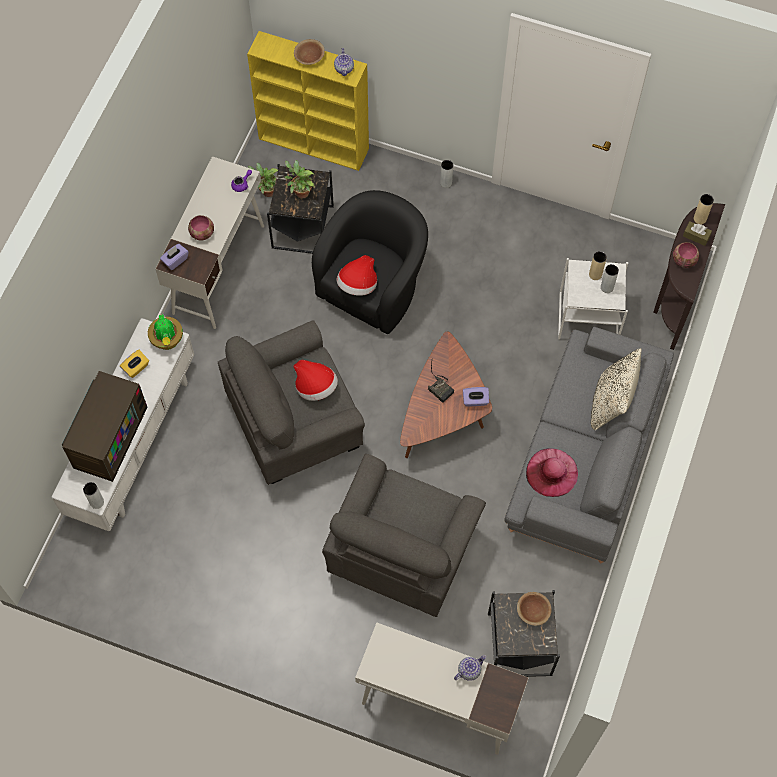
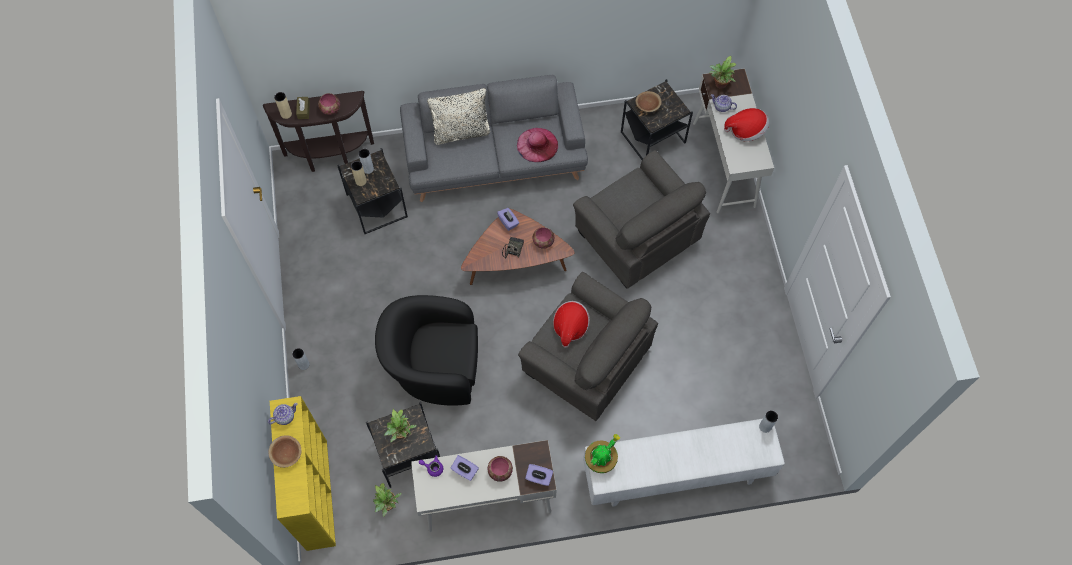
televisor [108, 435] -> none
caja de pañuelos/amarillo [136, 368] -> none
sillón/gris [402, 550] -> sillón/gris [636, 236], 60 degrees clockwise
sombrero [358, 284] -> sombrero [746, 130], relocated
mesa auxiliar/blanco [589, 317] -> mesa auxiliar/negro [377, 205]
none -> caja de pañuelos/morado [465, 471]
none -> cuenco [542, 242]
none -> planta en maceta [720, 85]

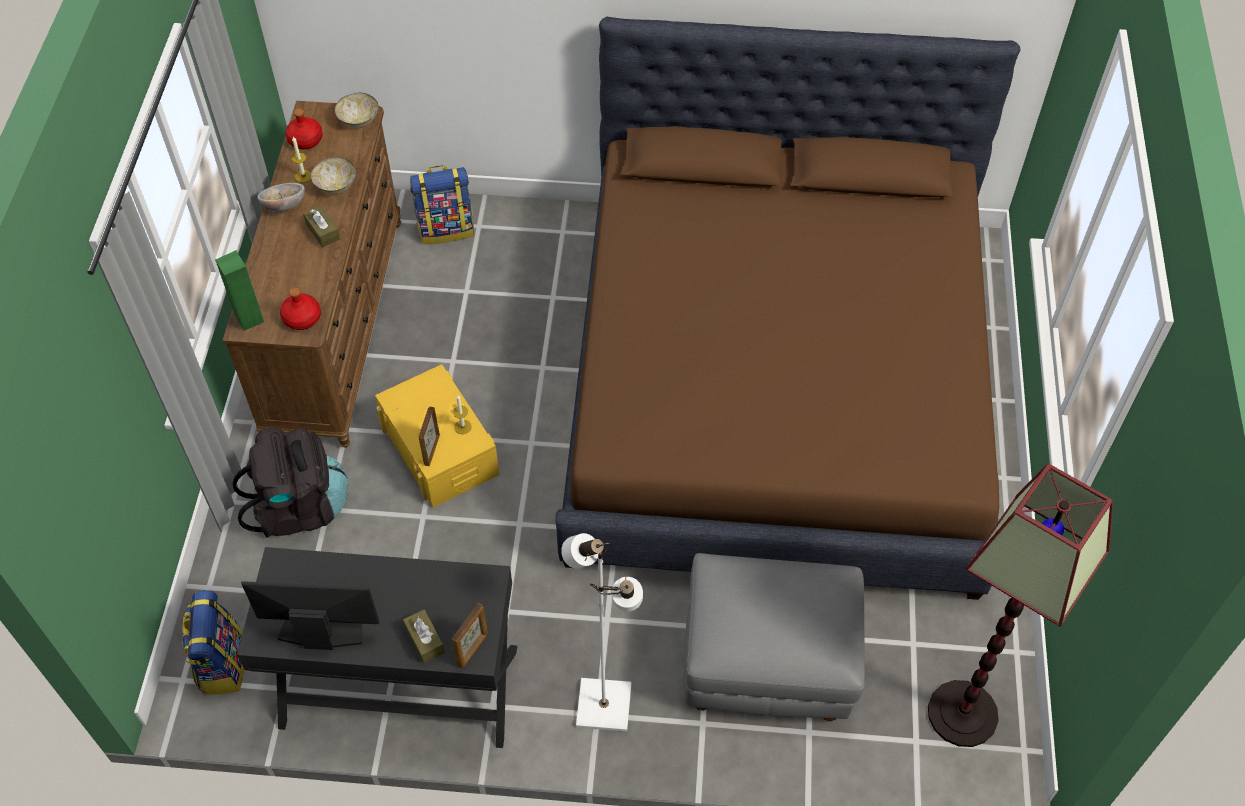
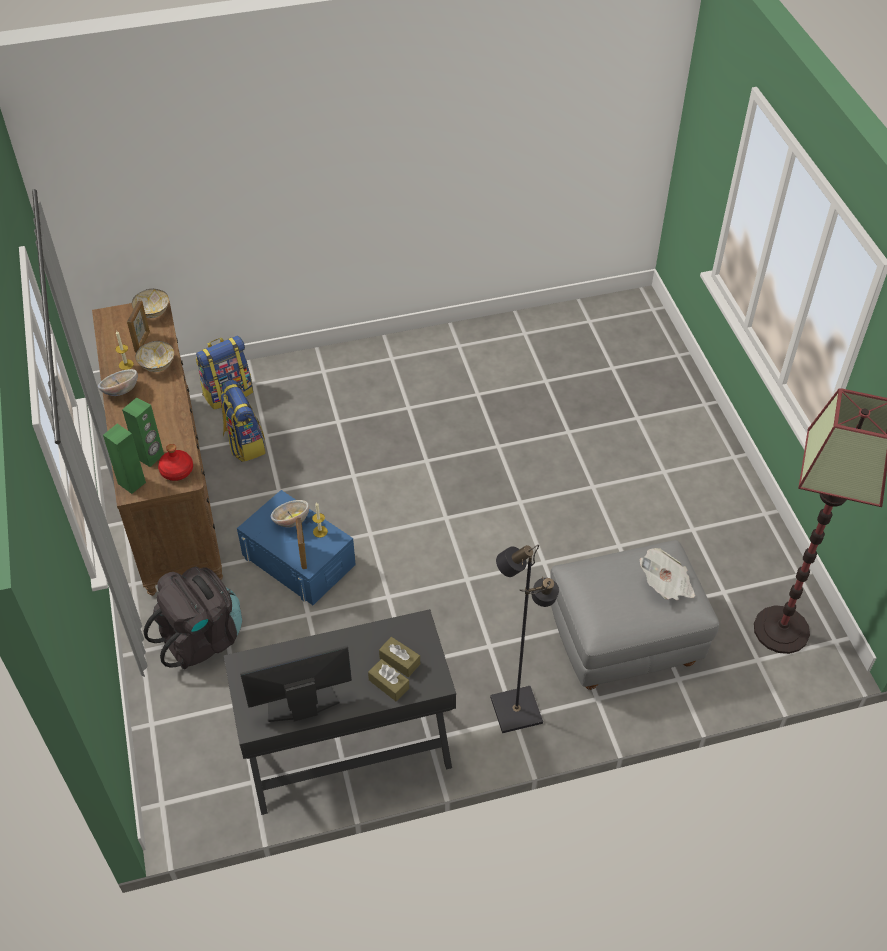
mochila [221, 663] -> mochila [244, 443], relocated
botella/rojo [306, 140] -> none
caja de pañuelos/marrón [323, 231] -> caja de pañuelos/marrón [399, 661], relocated
caja de almacenaje/amarillo [440, 449] -> caja de almacenaje/azul [298, 560]
portarretratos [473, 649] -> portarretratos [142, 342], relocated
cama/marrón [776, 385] -> none
lámpara de pie/blanco [604, 705] -> lámpara de pie/negro [516, 710]
none -> altavoz/verde [150, 457]
none -> cuenco [291, 521]
none -> periódico [666, 585]

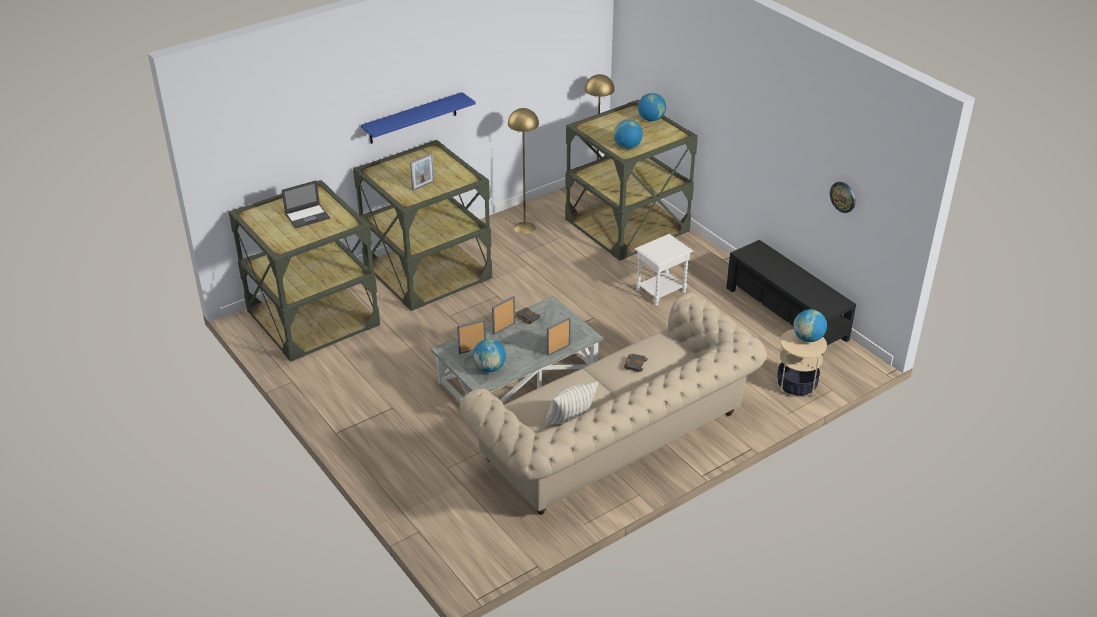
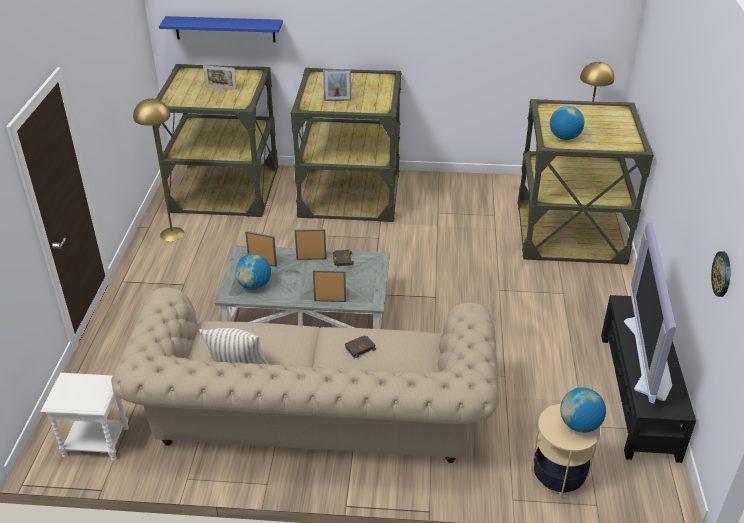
portátil [308, 216] -> portarretratos [221, 88]
estante/azul [413, 118] -> estante/azul [225, 29], relocated
lámpara de pie/amarillo [524, 227] -> lámpara de pie/amarillo [172, 234], relocated
mesa auxiliar/blanco [661, 291] -> mesa auxiliar/blanco [95, 442], relocated
globo terráqueo [651, 119] -> none
none -> televisor [648, 356]

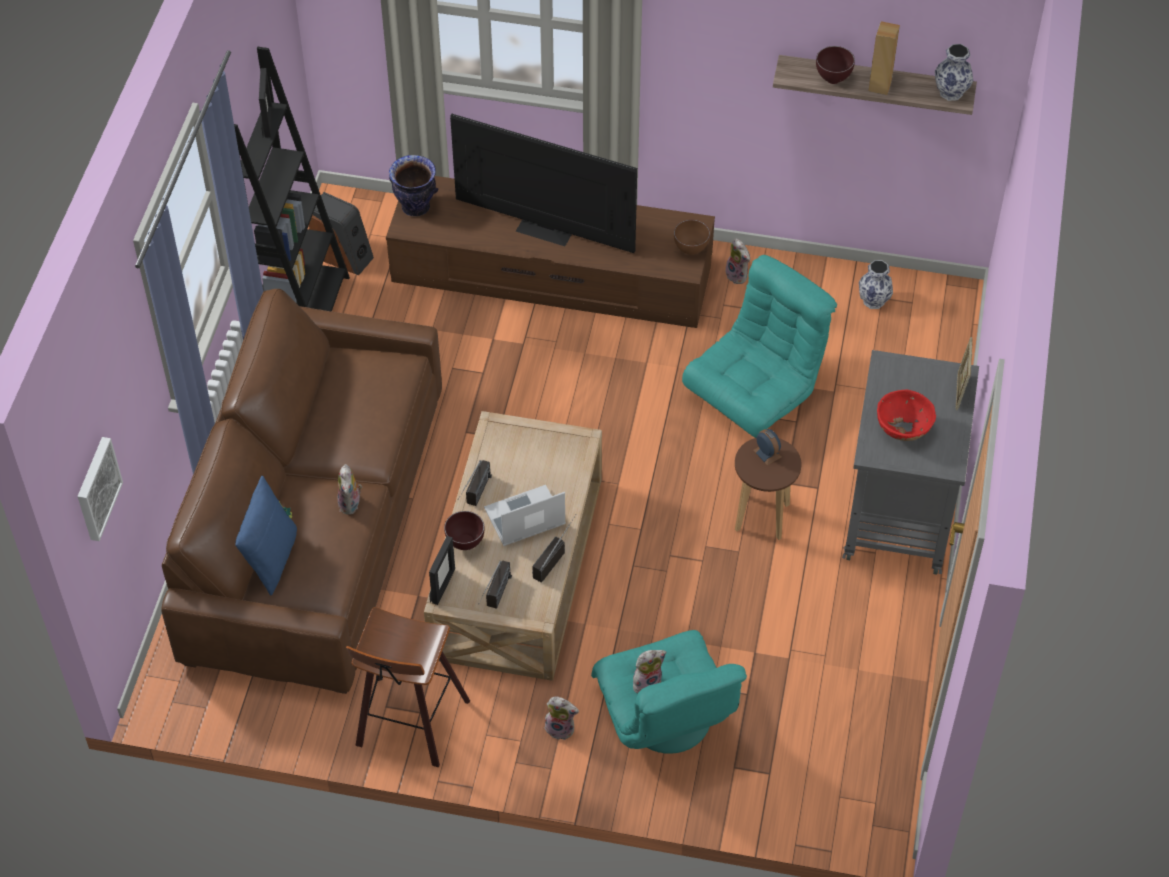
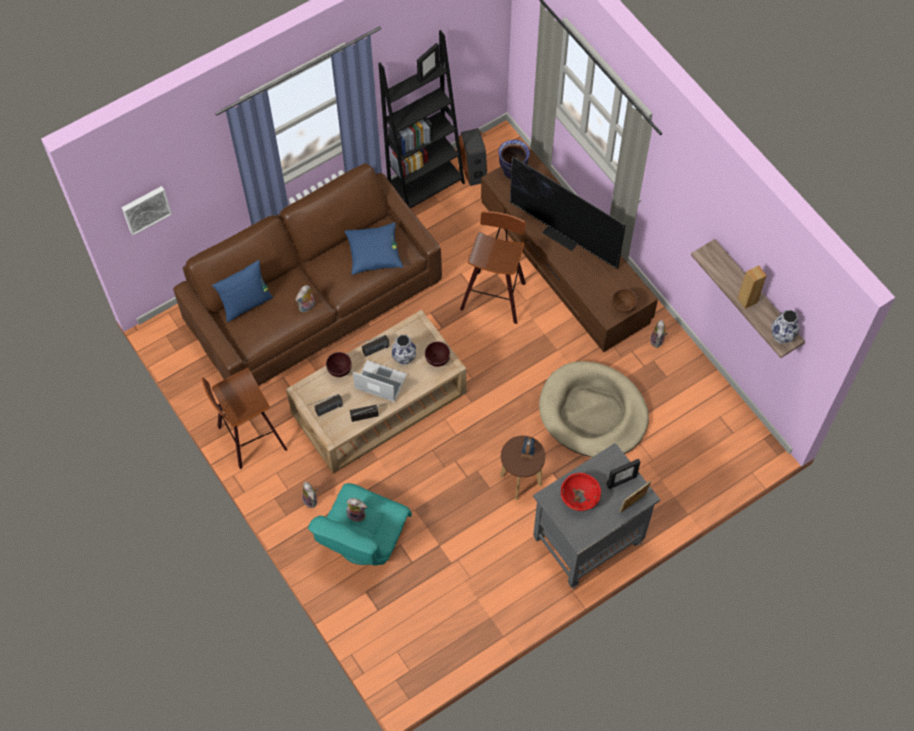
portarretratos [442, 585] -> portarretratos [621, 480], relocated
televisor [544, 228] -> televisor [563, 235], 150 degrees clockwise
sillón/turquesa [755, 393] -> cama para perro/beis [593, 412]
cuenco/marrón [834, 79] -> cuenco/marrón [438, 361], relocated
florero [873, 301] -> florero [404, 357], relocated
none -> cojín/azul [374, 254]
none -> taburete [494, 295]

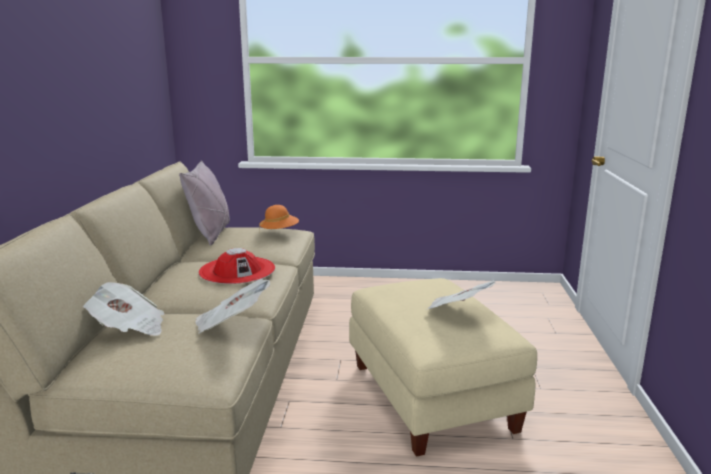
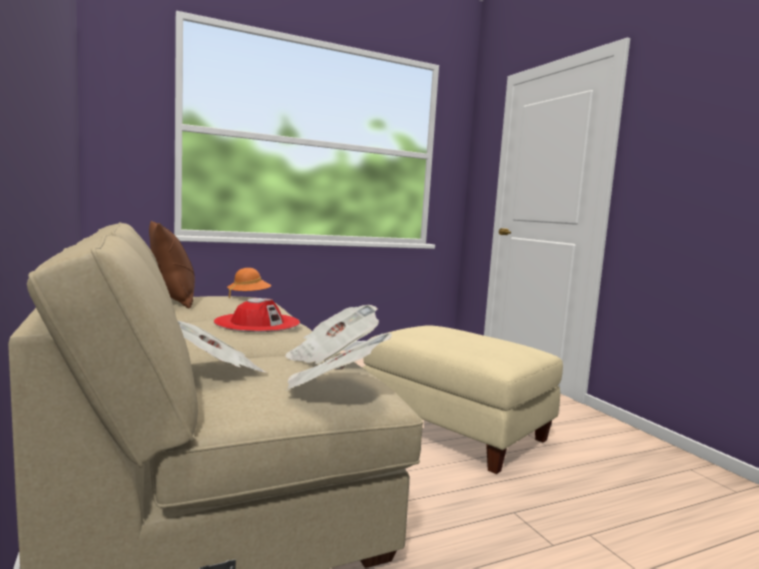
cojín/morado [211, 234] -> cojín/marrón [172, 301]
periódico [458, 312] -> periódico [333, 389], relocated

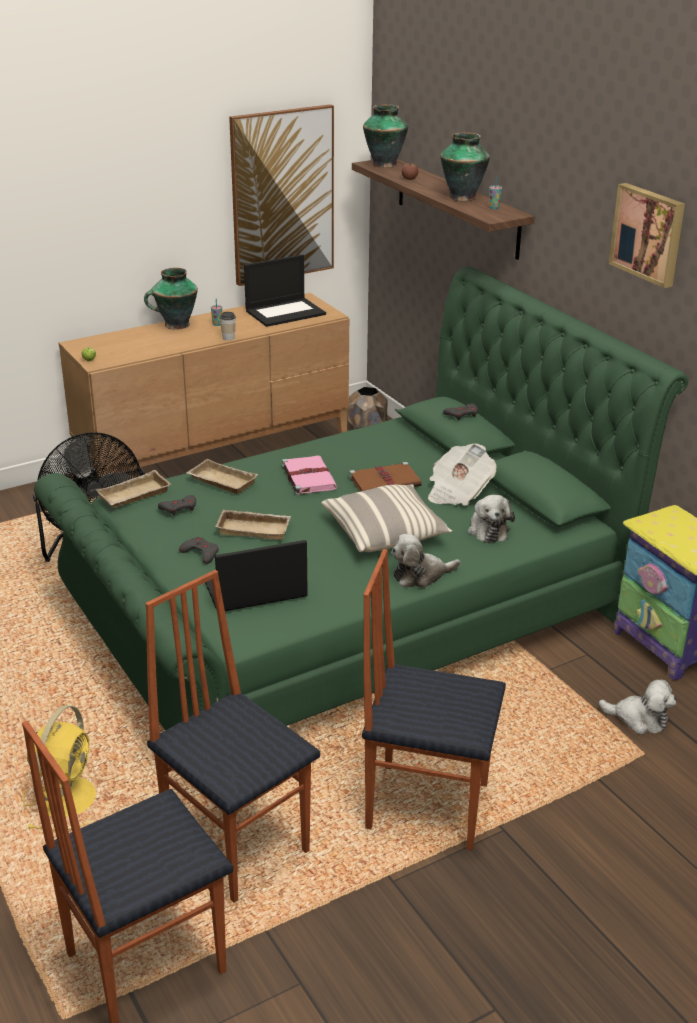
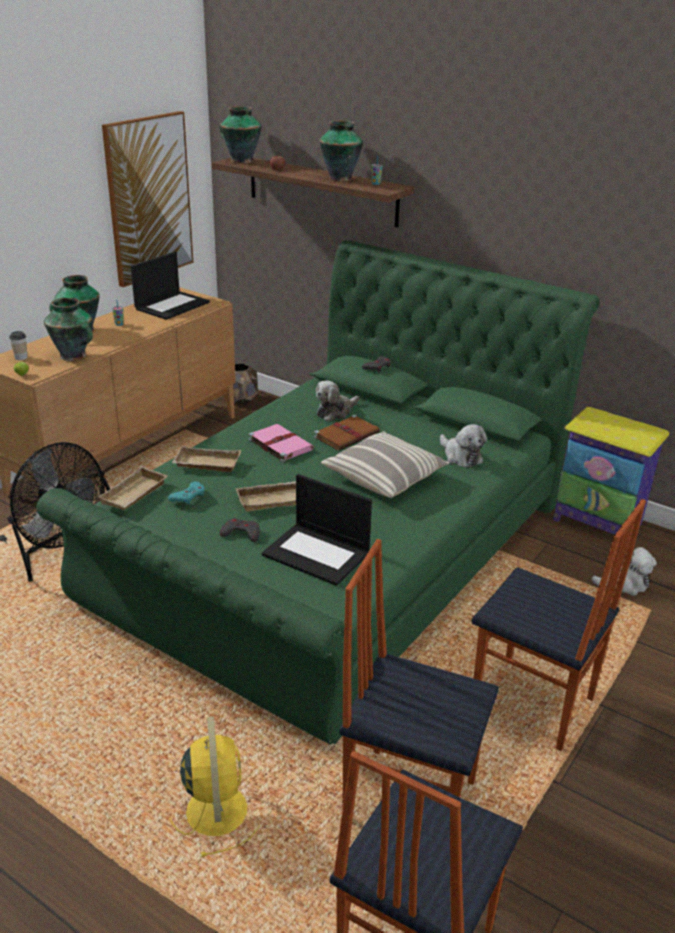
mando de consola/gris [179, 508] -> mando de consola/turquesa [188, 496]
portátil [254, 589] -> portátil [317, 554], 105 degrees counterclockwise
taza [228, 338] -> taza [21, 357], relocated
silla [426, 805] -> silla [532, 705], 135 degrees counterclockwise
peluche [420, 575] -> peluche [335, 412], relocated
periódico [458, 492] -> none
cuadro [649, 234] -> none
none -> florero [74, 356]

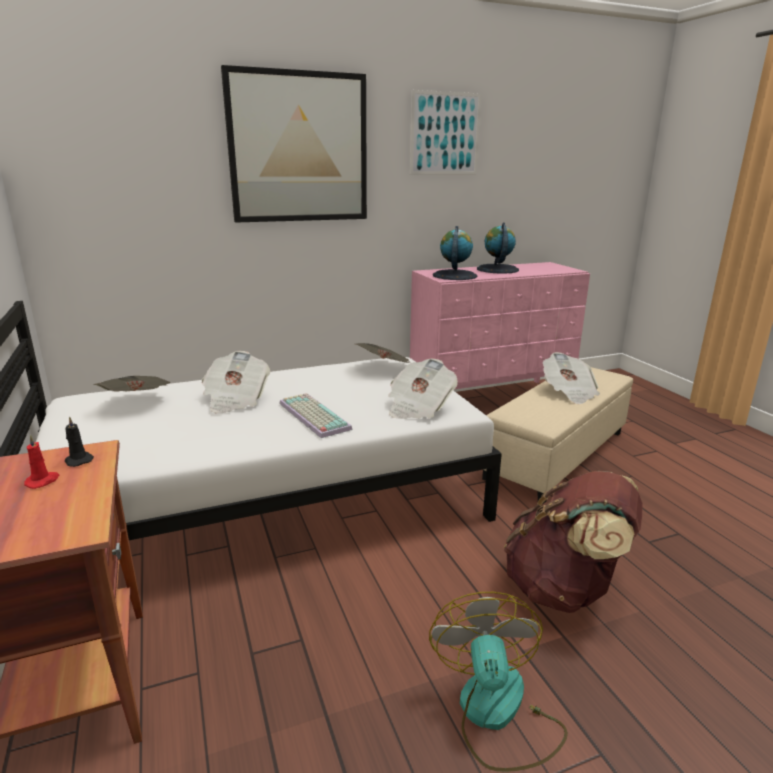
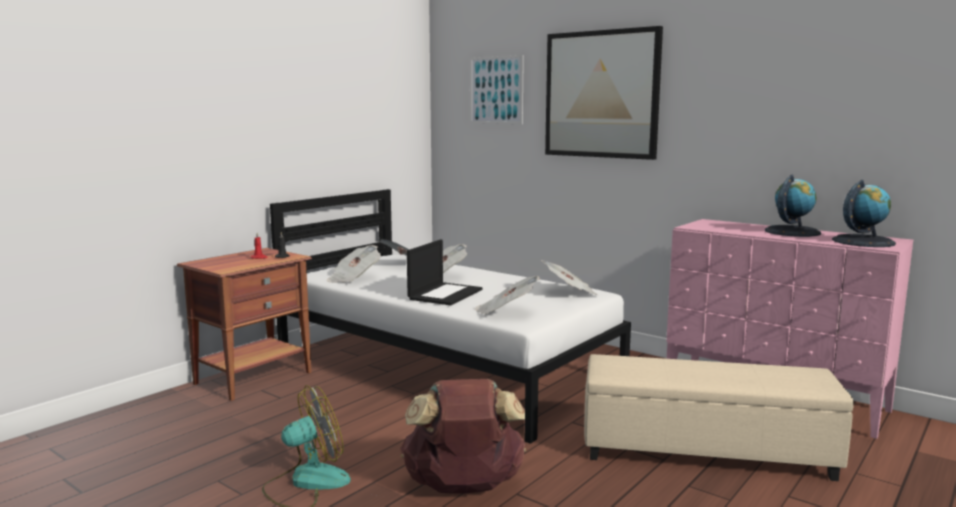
teclado [311, 416] -> portátil [445, 294]
cuadro [445, 134] -> cuadro [496, 90], relocated
globo terráqueo [454, 275] -> globo terráqueo [863, 241], relocated
periódico [569, 392] -> periódico [354, 278], relocated

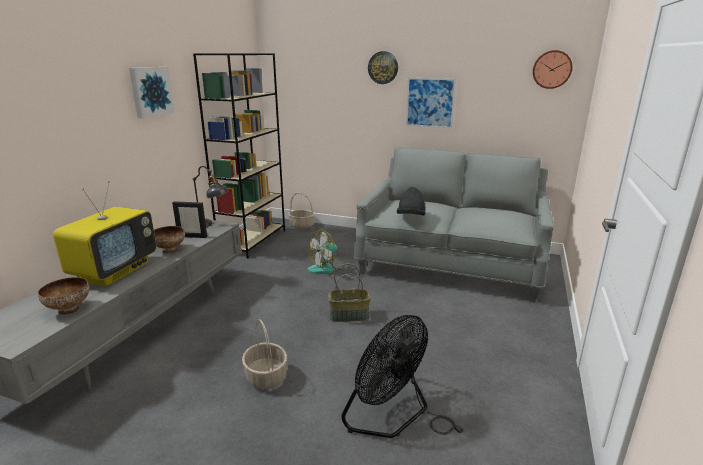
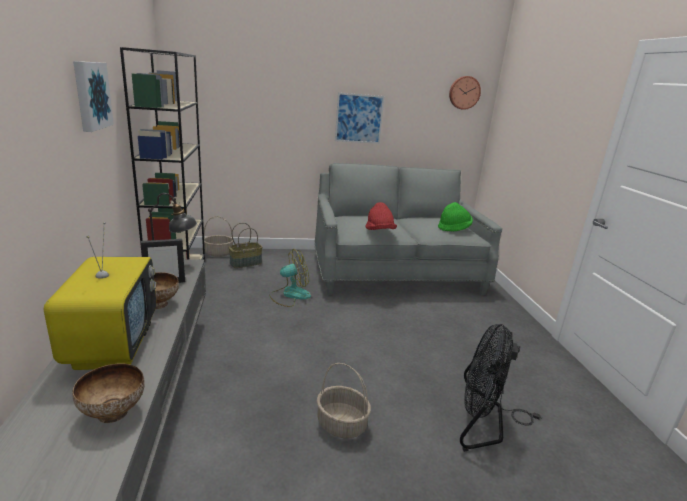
ventilador [326, 268] -> ventilador [290, 295], 135 degrees counterclockwise
cesta [349, 315] -> cesta [245, 263], relocated
reloj de pared [383, 67] -> none
sombrero/negro [411, 217] -> sombrero/rojo [379, 232]
none -> sombrero/verde [454, 228]

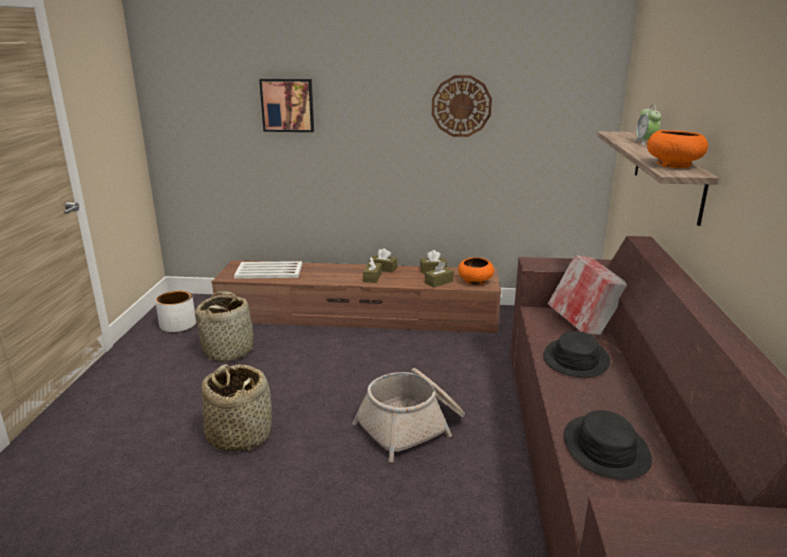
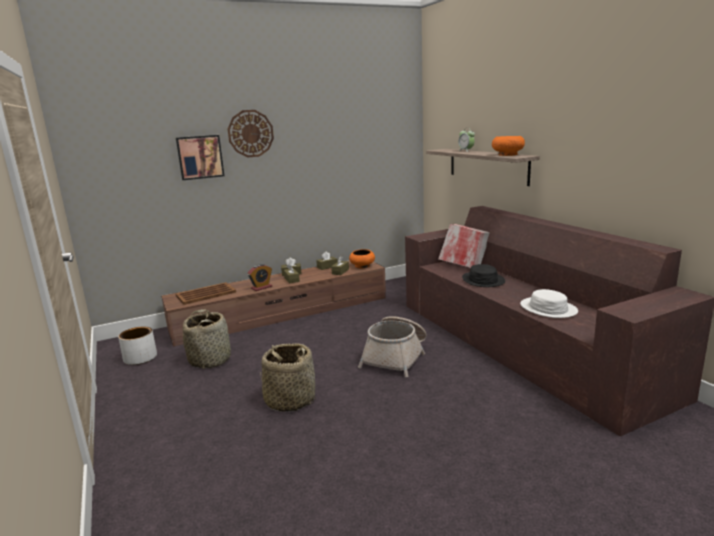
bandeja/blanco [268, 271] -> bandeja/marrón [205, 294]
reloj de pared [461, 106] -> reloj de pared [250, 133], relocated
sombrero/negro [605, 448] -> sombrero/blanco [548, 308]
none -> despertador [261, 287]

